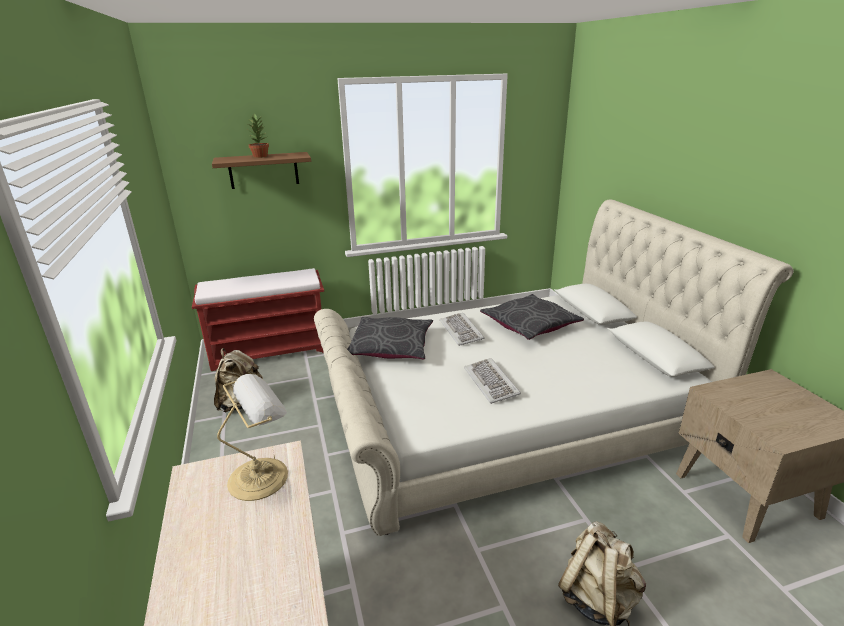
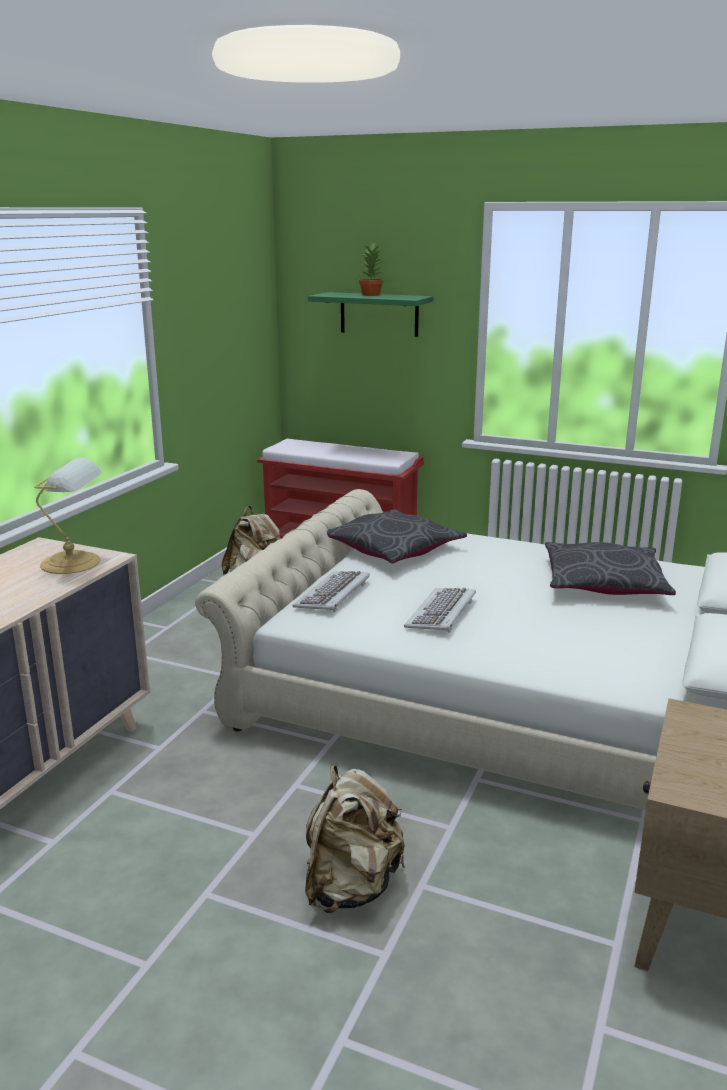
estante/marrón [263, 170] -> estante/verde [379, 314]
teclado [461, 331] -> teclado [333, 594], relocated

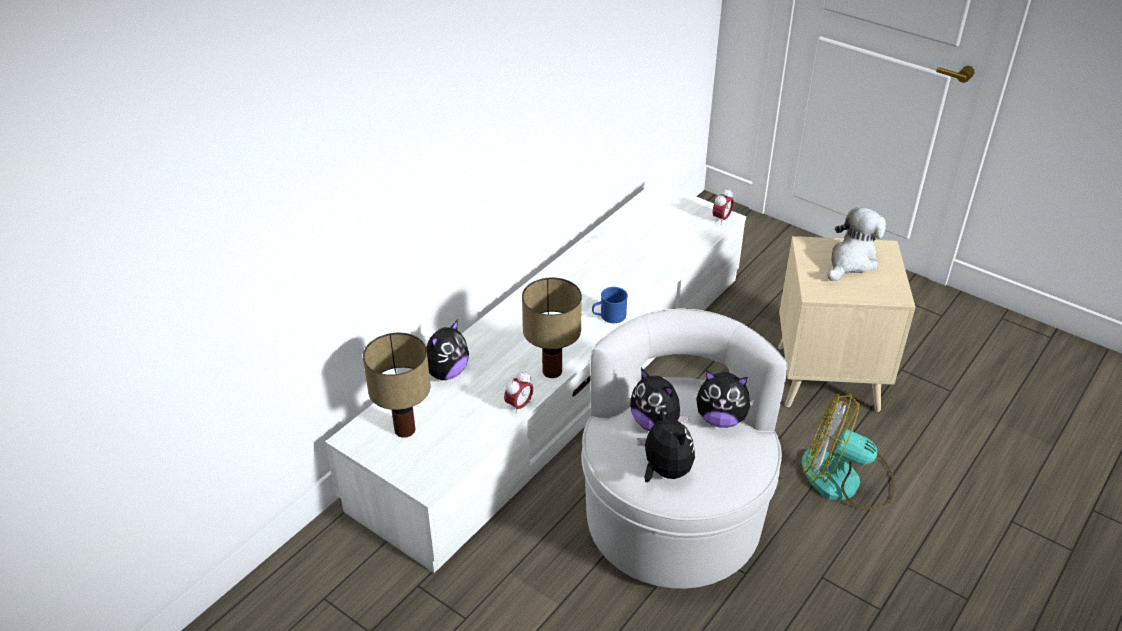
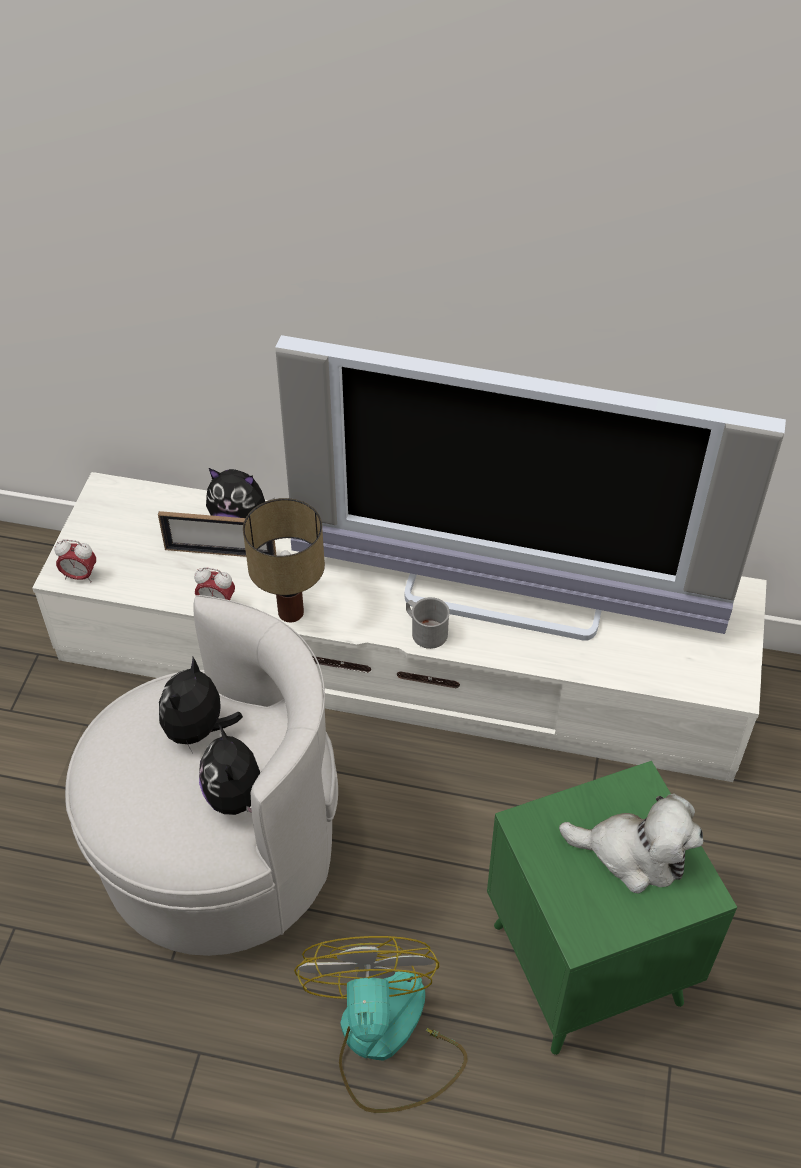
lámpara de mesa [406, 430] -> none
taza grande/azul [609, 316] -> taza grande/gris [425, 631]
peluche [664, 471] -> none
despertador [721, 219] -> despertador [80, 576], relocated
mesa auxiliar/beis [827, 378] -> mesa auxiliar/verde [586, 964]
none -> portarretratos [220, 552]
none -> televisor [506, 593]

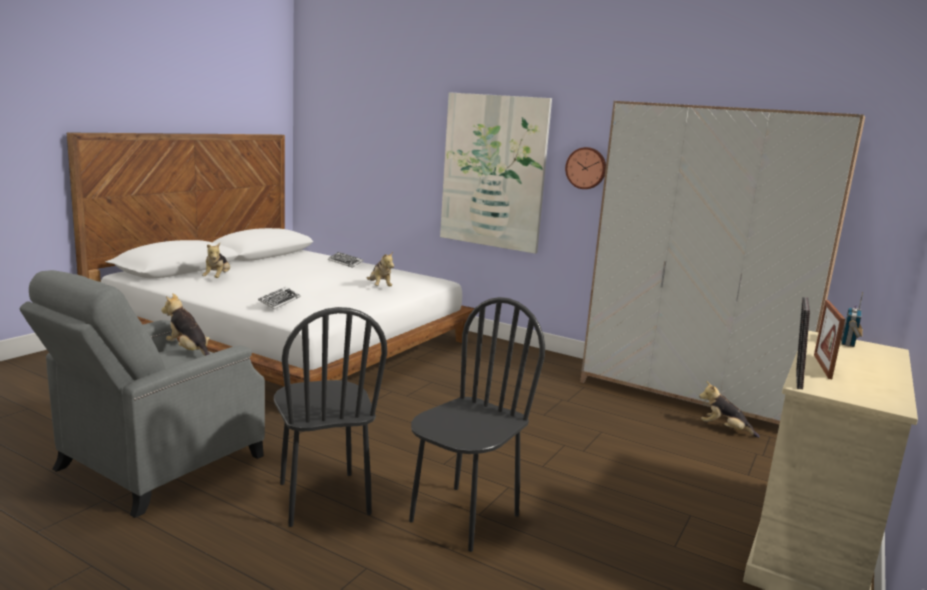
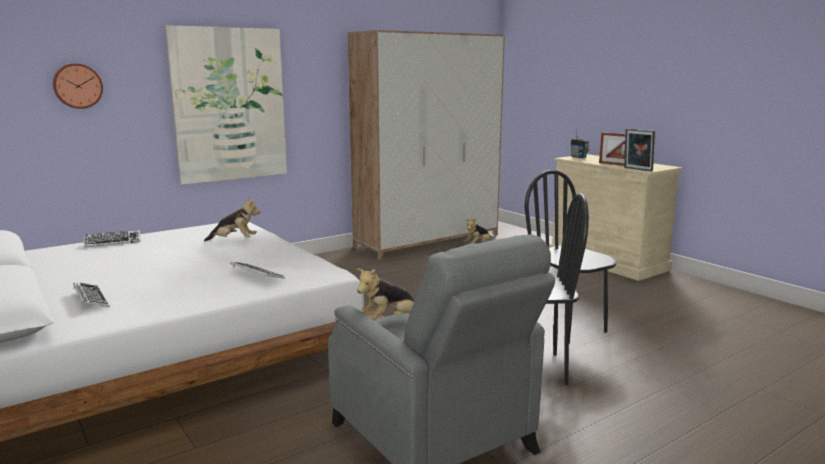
peluche [217, 278] -> teclado [90, 299]
reloj de pared [586, 168] -> reloj de pared [77, 86], relocated

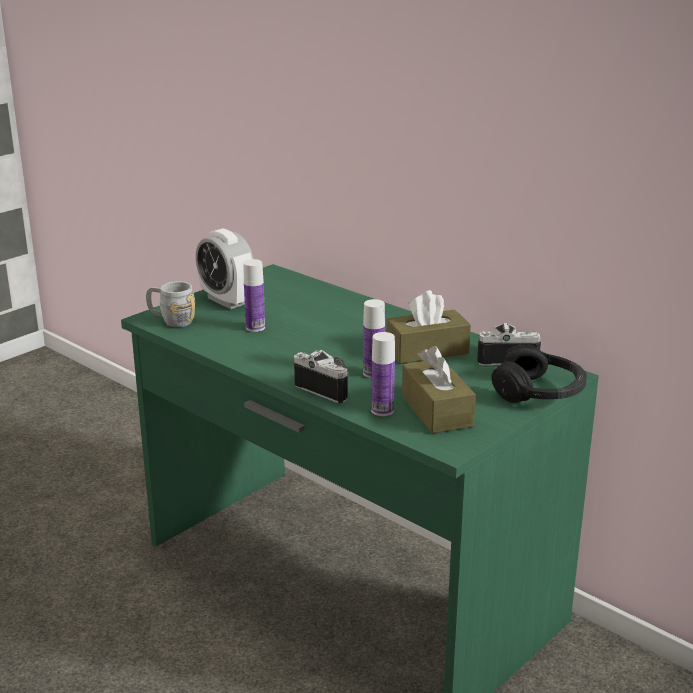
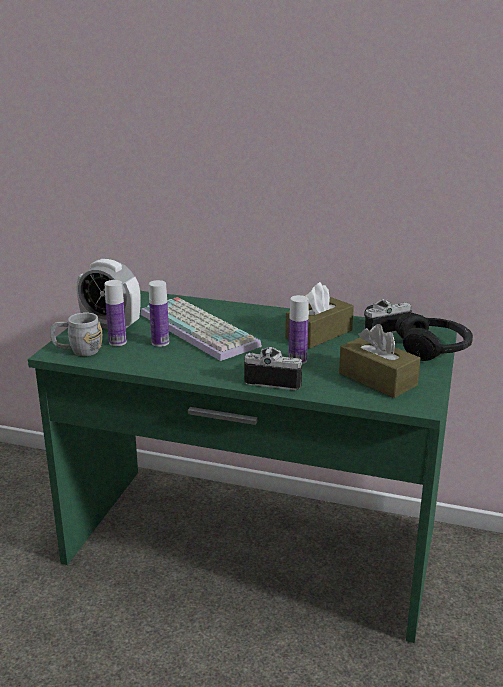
botella [382, 410] -> botella [117, 342], relocated
none -> teclado [201, 329]

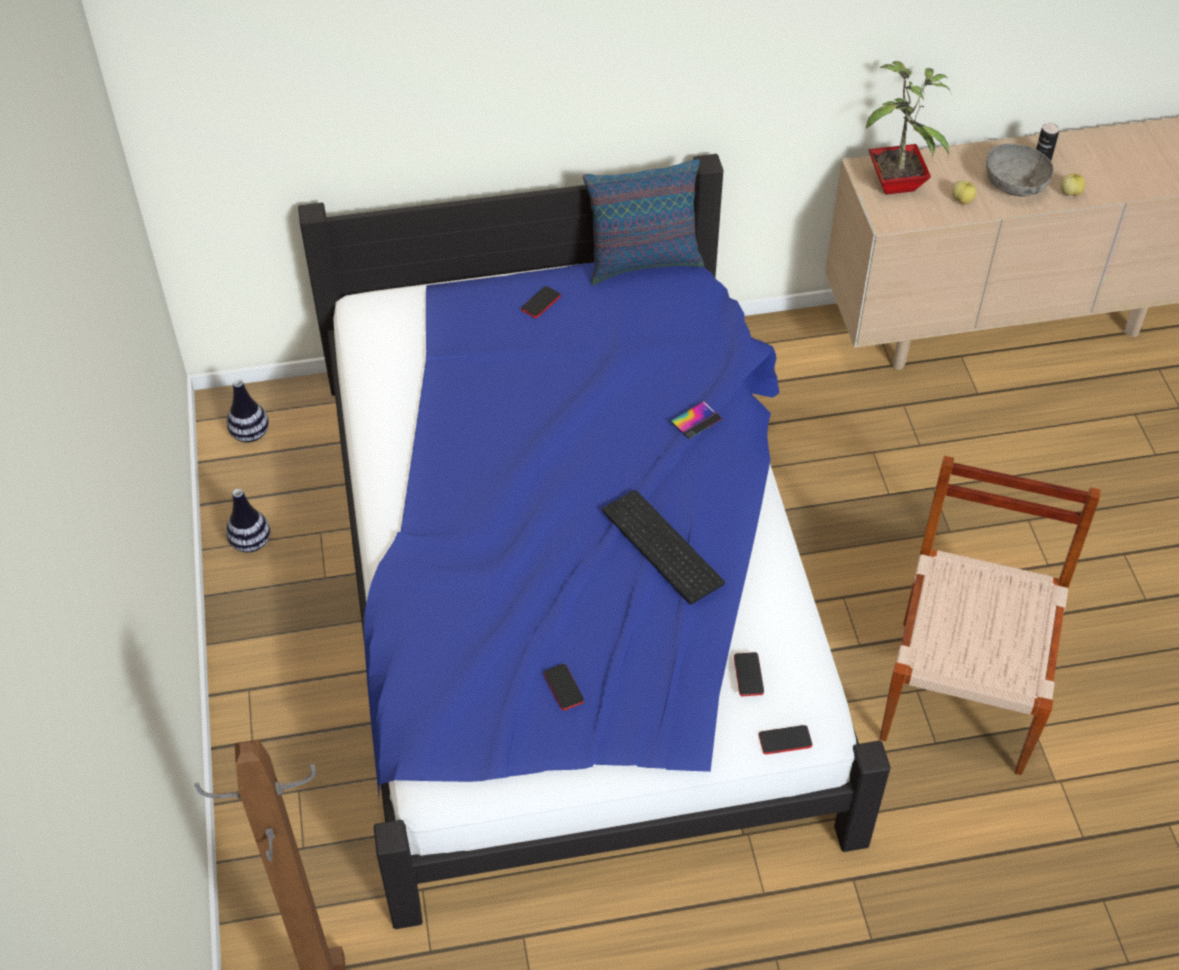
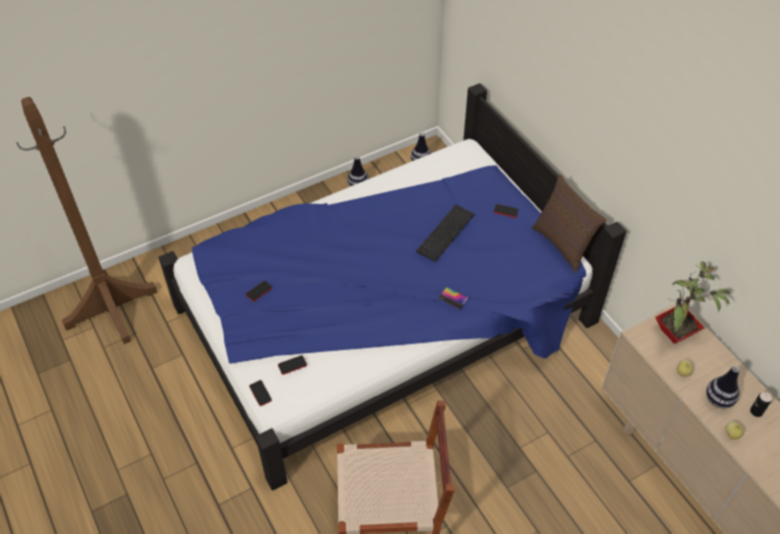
cojín/azul [644, 264] -> cojín/marrón [561, 246]
teclado [659, 547] -> teclado [444, 232], relocated
cuenco/gris [1015, 185] -> florero [718, 399]

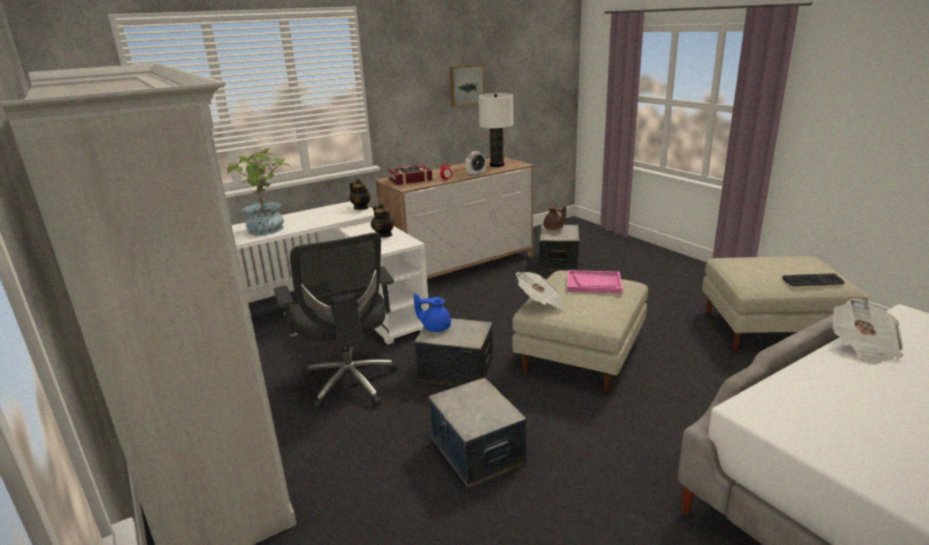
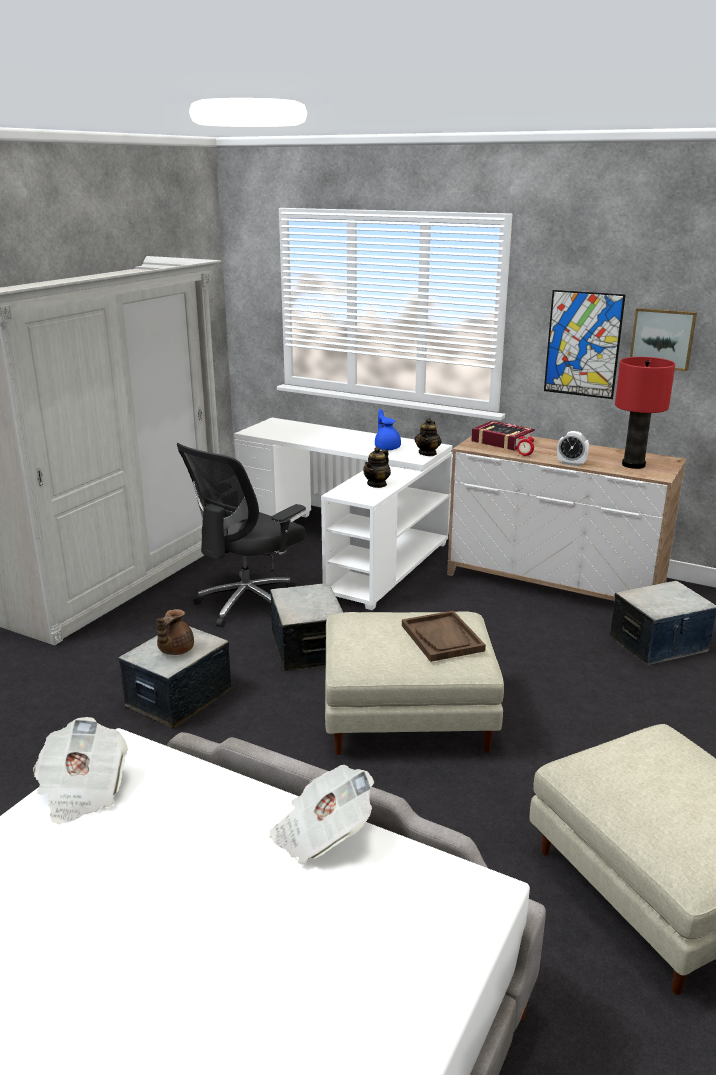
planta en maceta [268, 230] -> none
tetera/azul [435, 327] -> tetera/azul [387, 448], relocated
lámpara de mesa/blanco [496, 165] -> lámpara de mesa/rojo [633, 465]
periódico [540, 302] -> periódico [82, 790], relocated
tetera/marrón [554, 228] -> tetera/marrón [174, 650], relocated
bandeja/rosa [594, 283] -> bandeja/marrón [442, 638]
teclado [813, 281] -> none
none -> cuadro [583, 344]

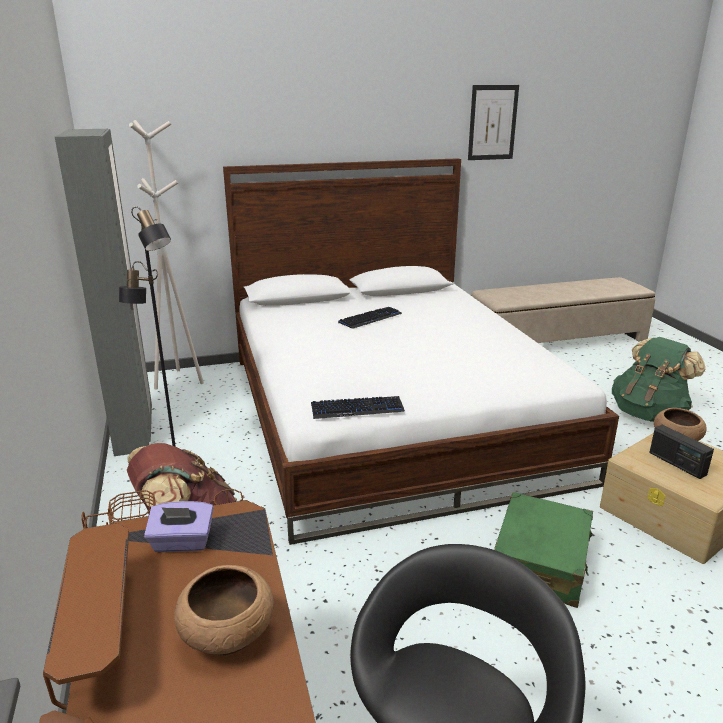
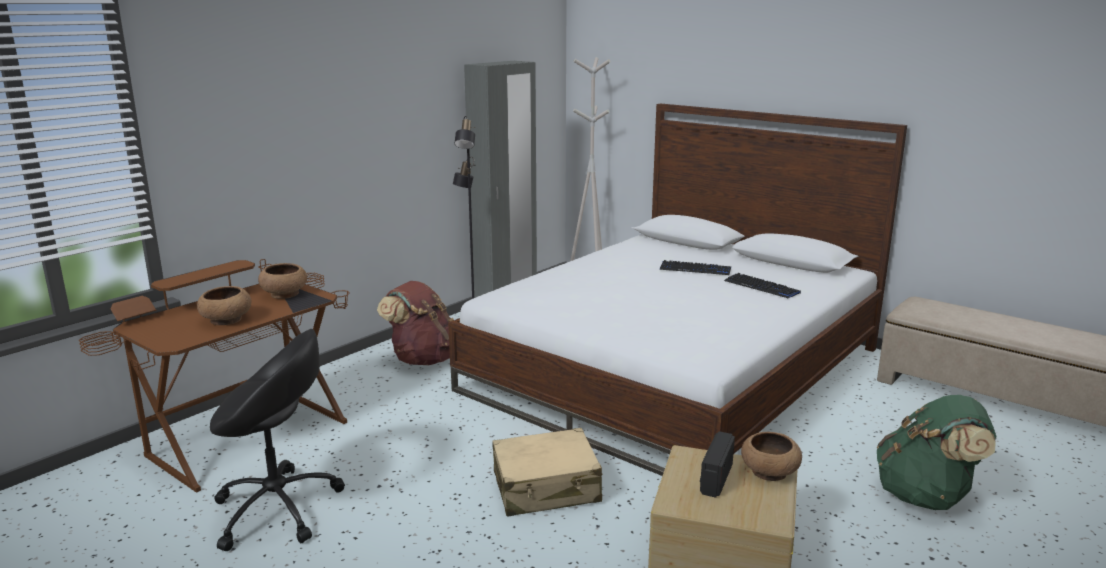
caja de pañuelos/morado [182, 543] -> cuenco/marrón [285, 294]
teclado [357, 409] -> teclado [761, 287], relocated
cuadro [492, 123] -> none
maleta/verde [540, 562] -> maleta/beis [546, 488]

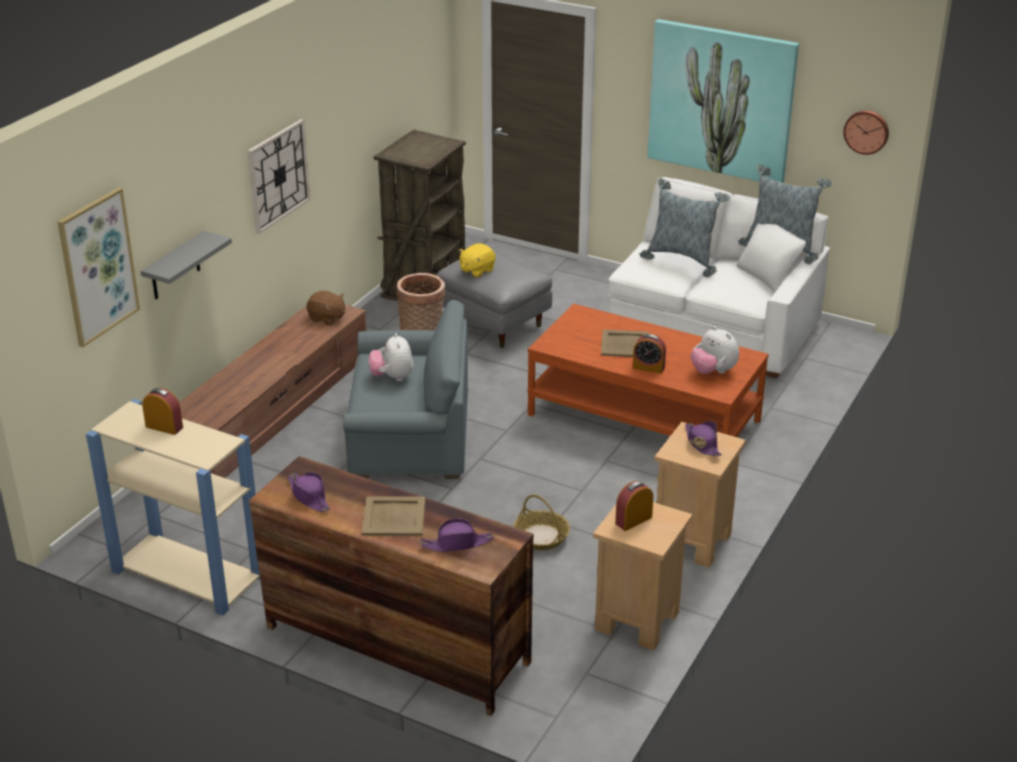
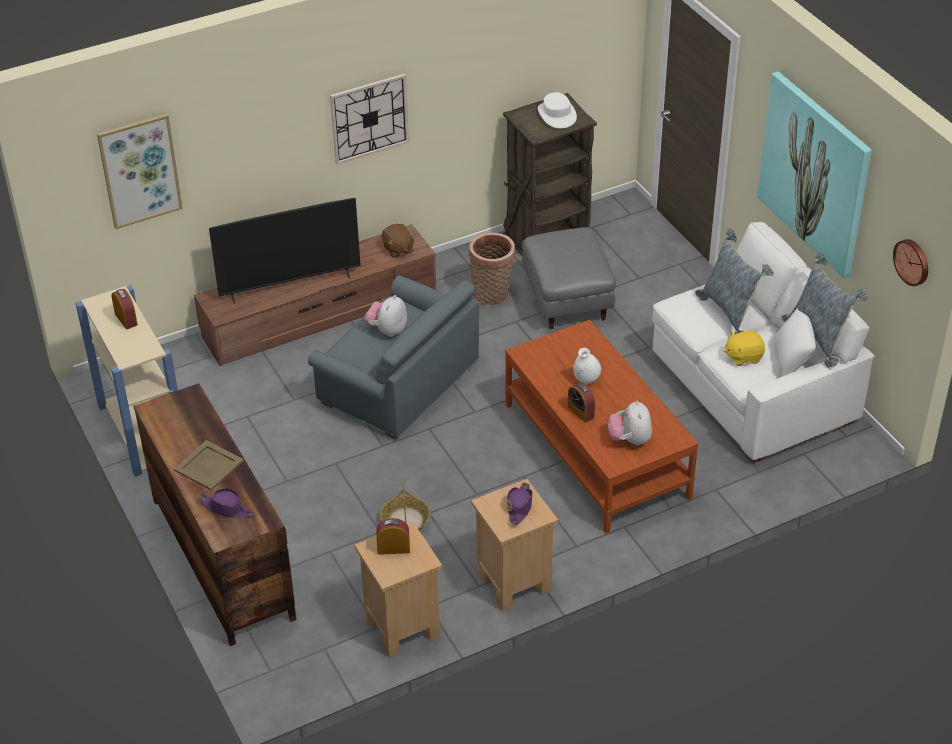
estante/gris [175, 267] -> none
sombrero/morado [309, 496] -> none
peluche/amarillo [476, 270] -> peluche/amarillo [743, 357], relocated
bandeja/beis [624, 344] -> florero/blanco [586, 380]
none -> televisor [290, 285]
none -> sombrero/blanco [556, 115]

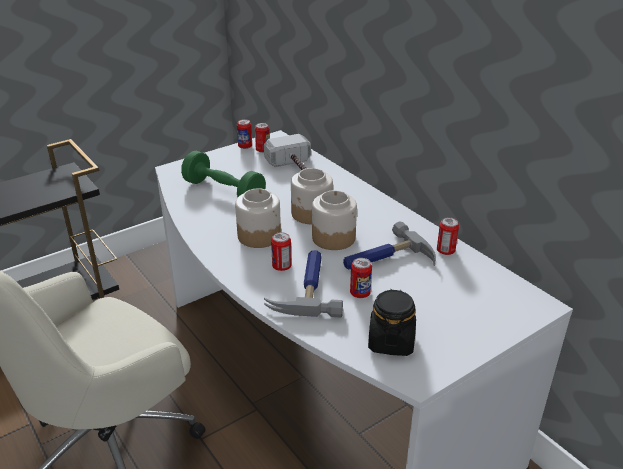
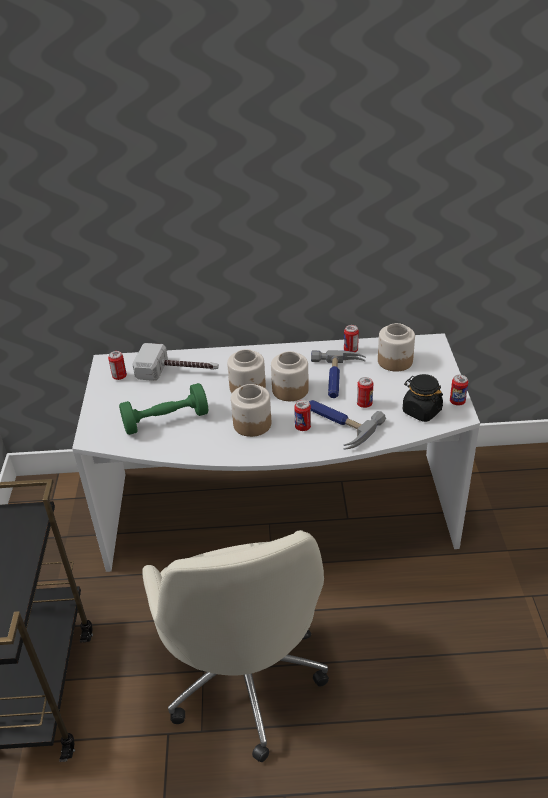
lata [245, 146] -> lata [457, 402], relocated
none -> tarro [395, 361]

